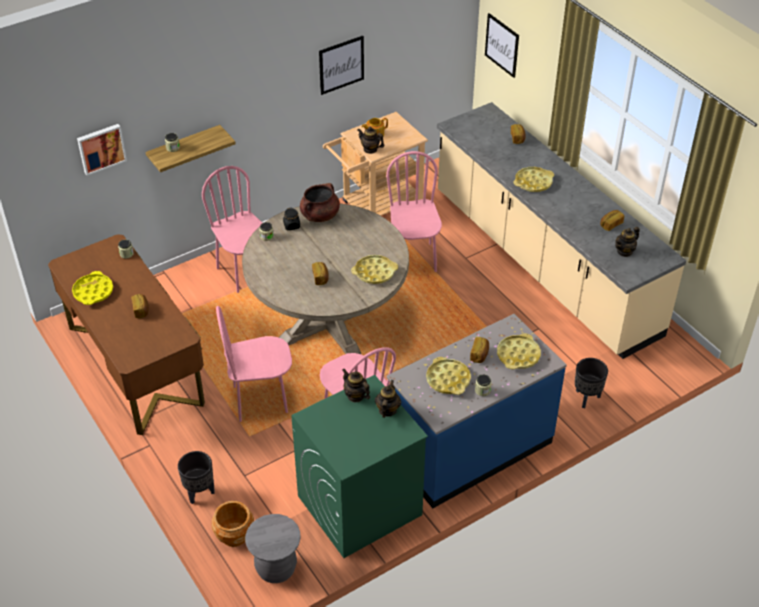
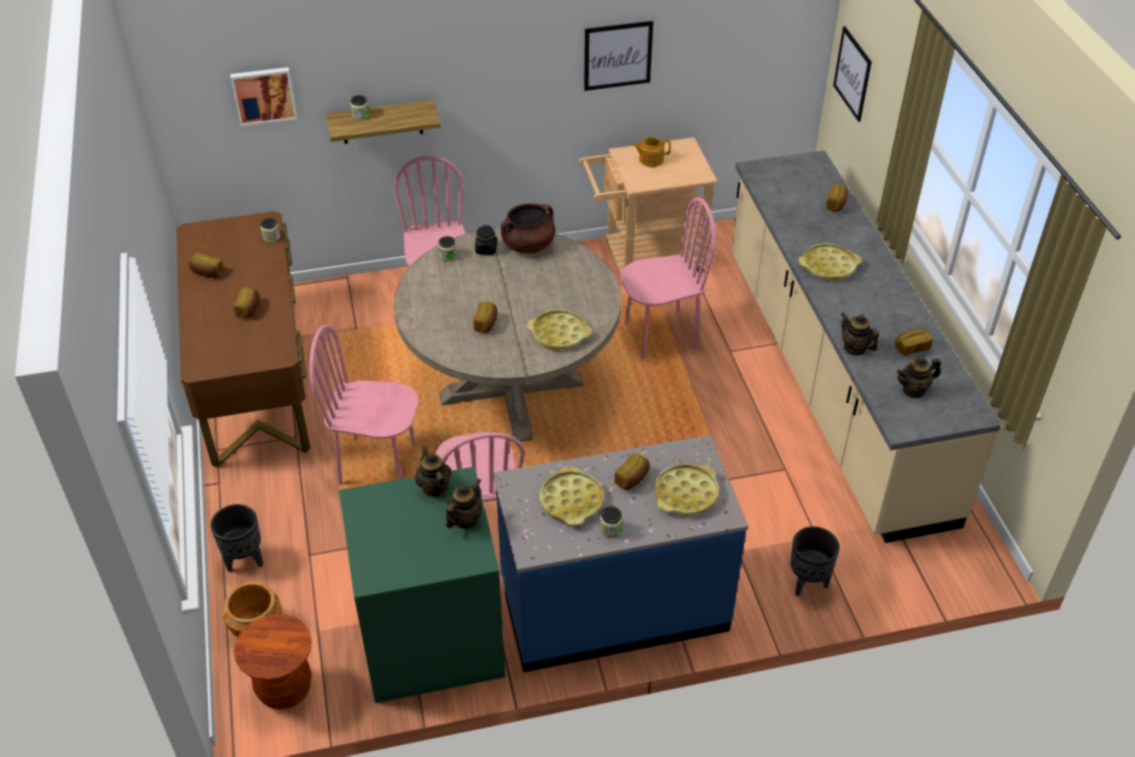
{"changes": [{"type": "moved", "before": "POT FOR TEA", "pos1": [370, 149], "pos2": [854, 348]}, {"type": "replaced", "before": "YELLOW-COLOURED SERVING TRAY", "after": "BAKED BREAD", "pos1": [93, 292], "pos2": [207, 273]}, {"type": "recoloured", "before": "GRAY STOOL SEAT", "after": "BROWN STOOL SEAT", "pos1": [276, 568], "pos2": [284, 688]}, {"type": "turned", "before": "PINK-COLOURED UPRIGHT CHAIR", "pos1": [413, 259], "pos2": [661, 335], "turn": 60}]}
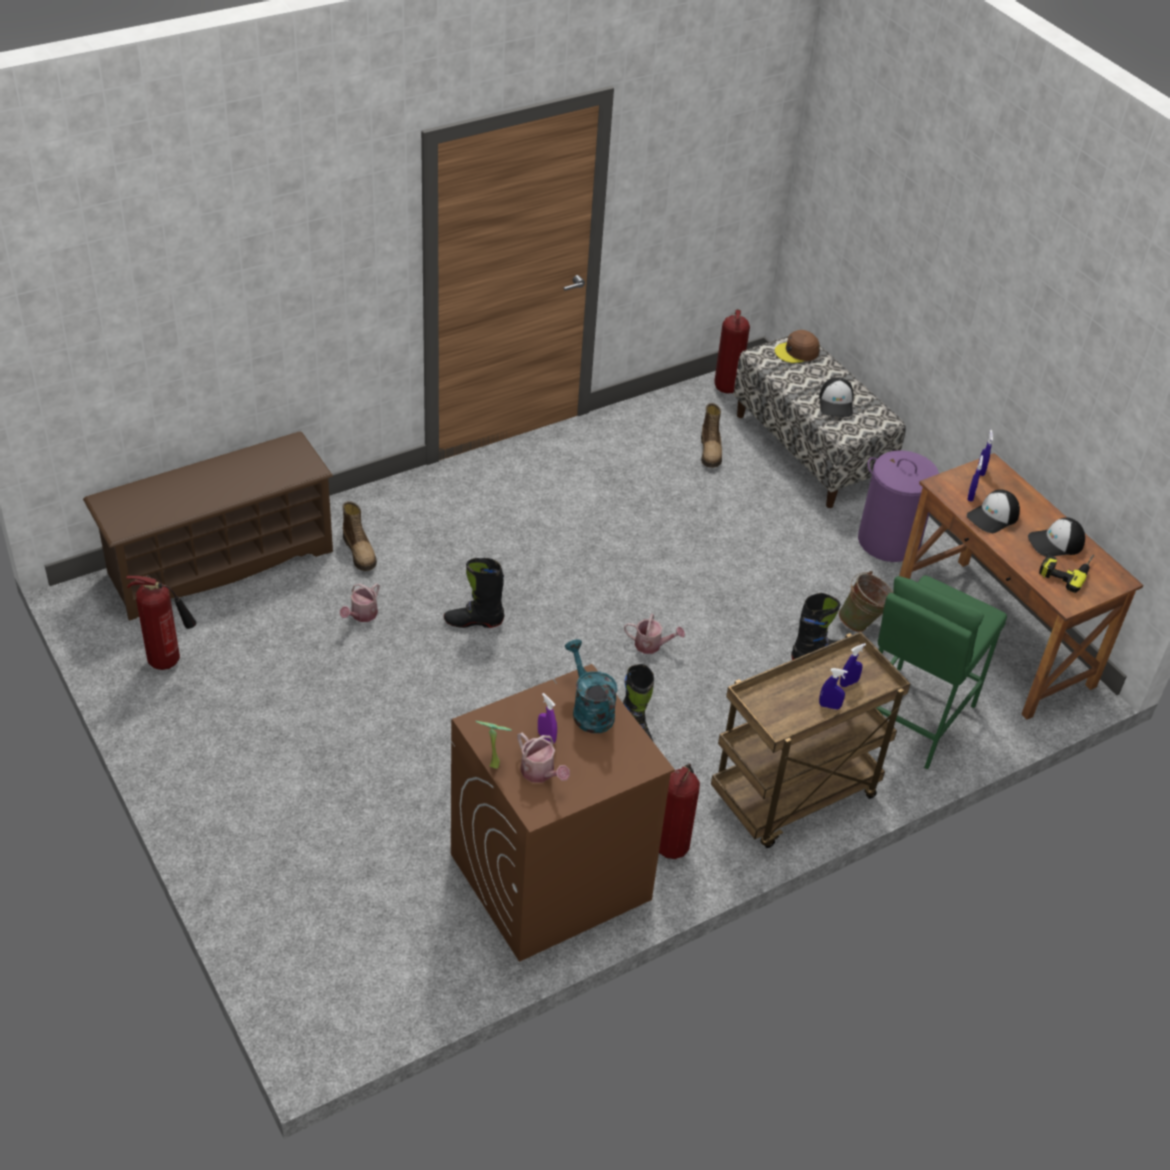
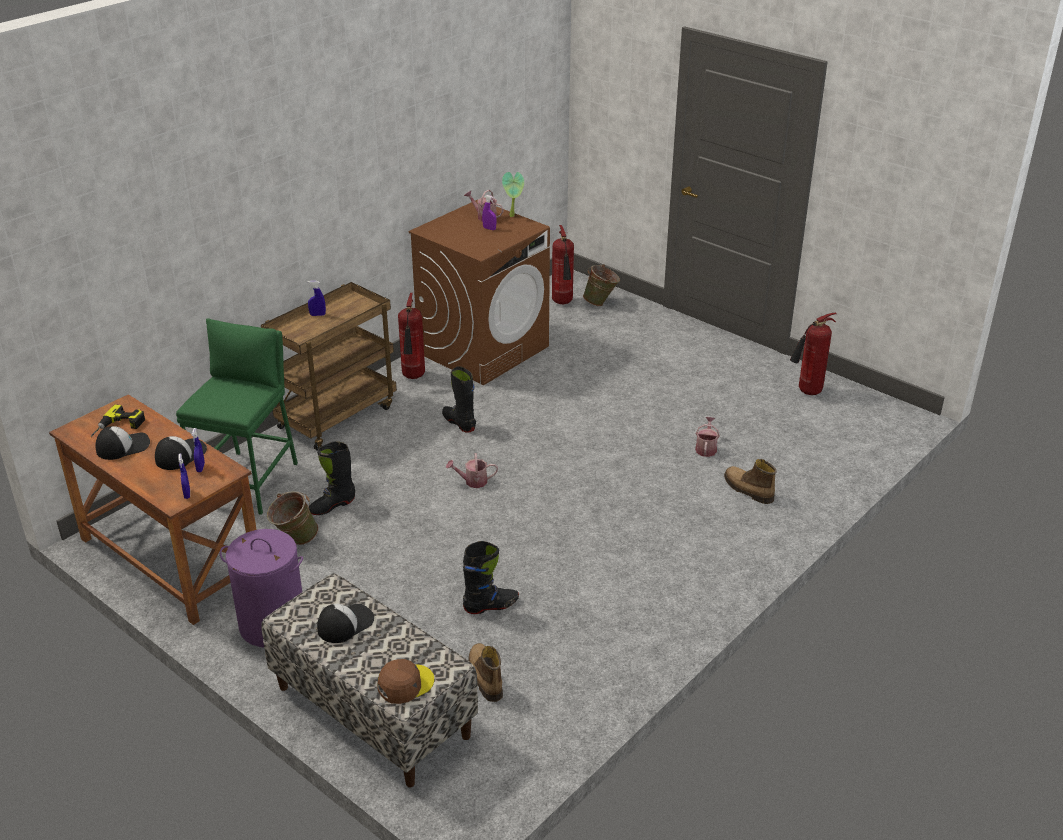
{"changes": [{"type": "removed", "before": "BROWN SHOE STAND", "pos1": [220, 562]}, {"type": "removed", "before": "TURQUOISE WATERING POT", "pos1": [589, 710]}, {"type": "removed", "before": "BLUE SPRAY BOTTLE", "pos1": [848, 683]}, {"type": "added", "after": "GREEN-COLOURED PAIL", "pos2": [601, 303]}, {"type": "moved", "before": "BLACK-COLOURED TALL BOOT", "pos1": [474, 621], "pos2": [491, 606]}, {"type": "moved", "before": "FIRE EXTINGUISHER", "pos1": [726, 386], "pos2": [563, 303]}, {"type": "turned", "before": "PEAKED CAP", "pos1": [836, 403], "pos2": [345, 624], "turn": 60}]}
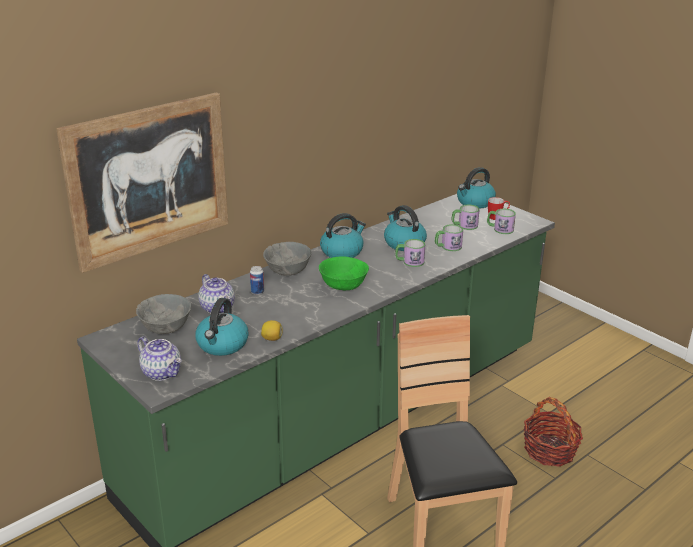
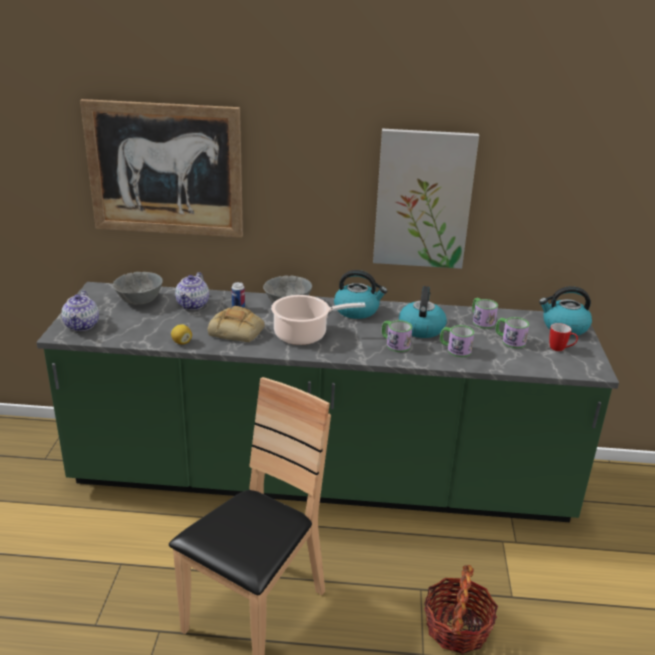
{"changes": [{"type": "removed", "before": "WATER KETTLE", "pos1": [222, 345]}, {"type": "added", "after": "BAKED BREAD", "pos2": [238, 330]}, {"type": "added", "after": "WALL ART", "pos2": [423, 199]}, {"type": "moved", "before": "MUG", "pos1": [500, 229], "pos2": [481, 321]}, {"type": "replaced", "before": "GREEN-COLOURED DEEP DISH", "after": "SAUCEPOT", "pos1": [343, 286], "pos2": [304, 334]}]}
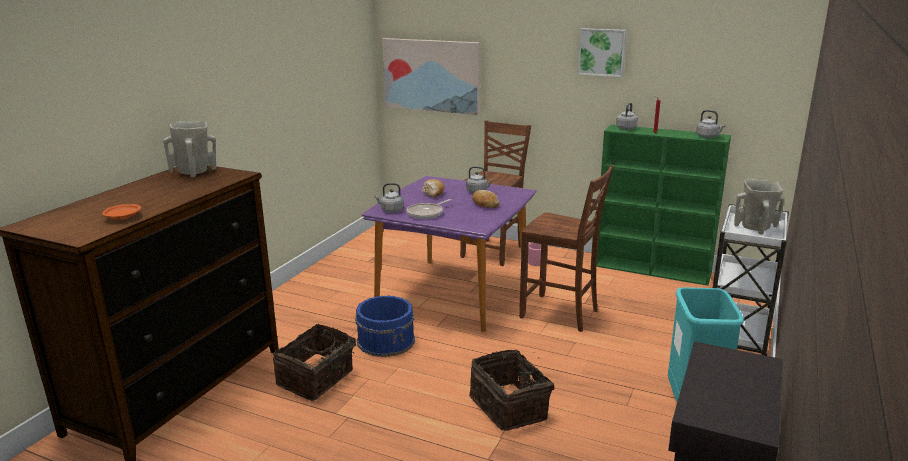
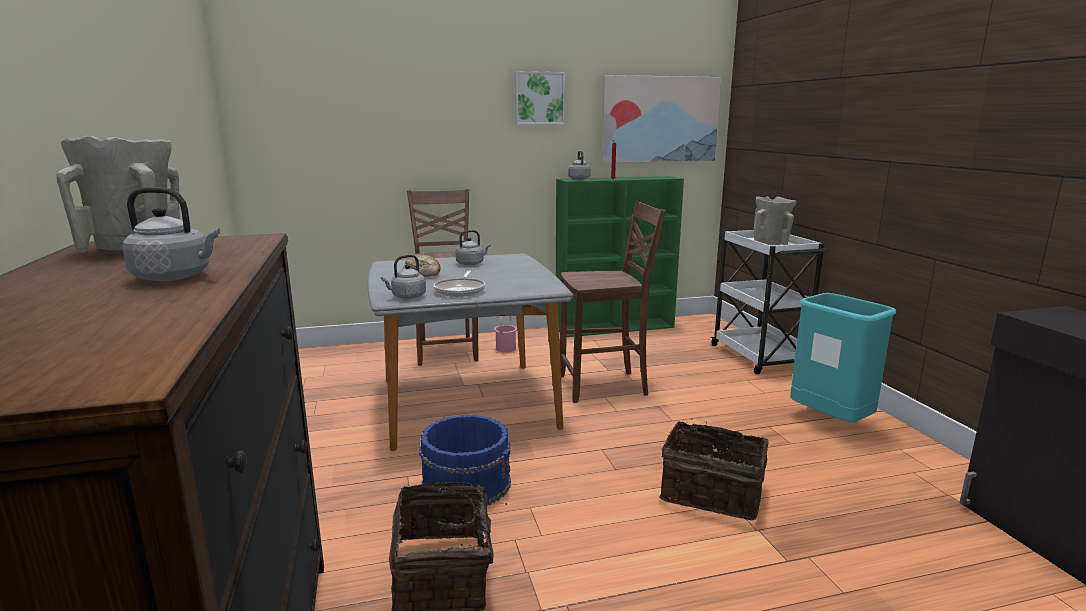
{"changes": [{"type": "removed", "before": "ORANGE-COLOURED DINNER PLATE", "pos1": [123, 217]}, {"type": "removed", "before": "BAKED BREAD", "pos1": [484, 204]}, {"type": "moved", "before": "WALL ART", "pos1": [431, 75], "pos2": [659, 119]}, {"type": "moved", "before": "GRAY WATER KETTLE", "pos1": [708, 137], "pos2": [176, 277]}, {"type": "recoloured", "before": "PURPLISH DINNER TABLE", "after": "GRAY DINNER TABLE", "pos1": [454, 293], "pos2": [467, 402]}]}
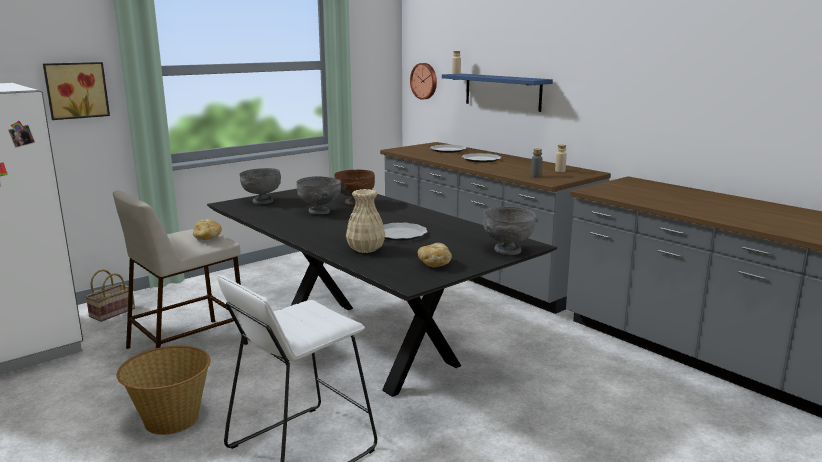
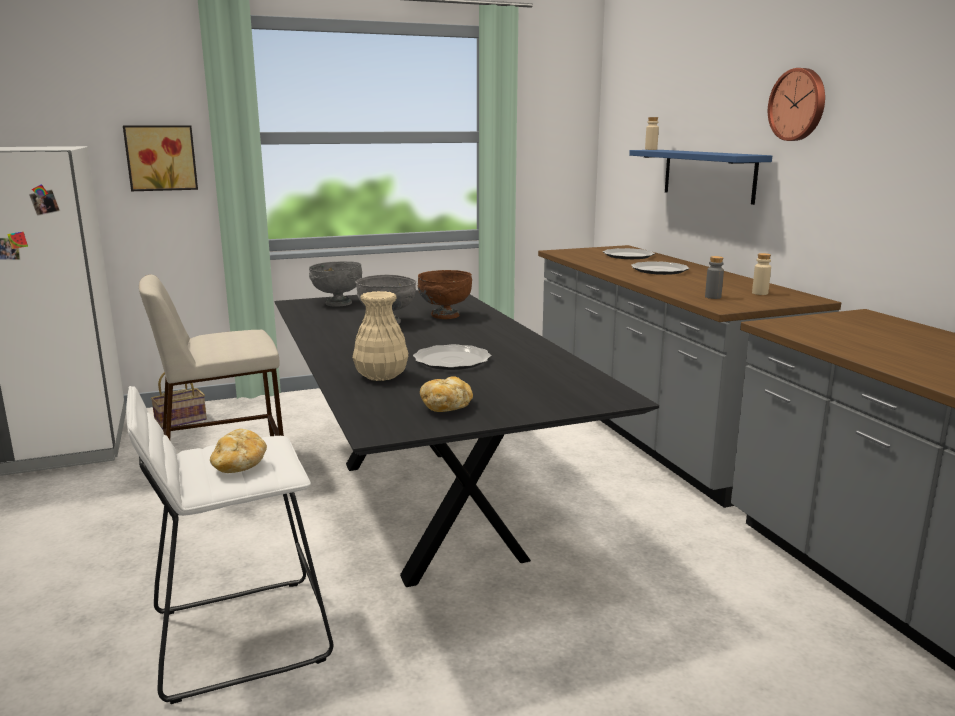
{"changes": [{"type": "removed", "before": "BASKET", "pos1": [171, 420]}, {"type": "removed", "before": "GRAY DEEP DISH", "pos1": [507, 251]}, {"type": "moved", "before": "BAKED BREAD", "pos1": [207, 238], "pos2": [239, 466]}, {"type": "moved", "before": "HANGING CLOCK", "pos1": [424, 81], "pos2": [798, 104]}]}
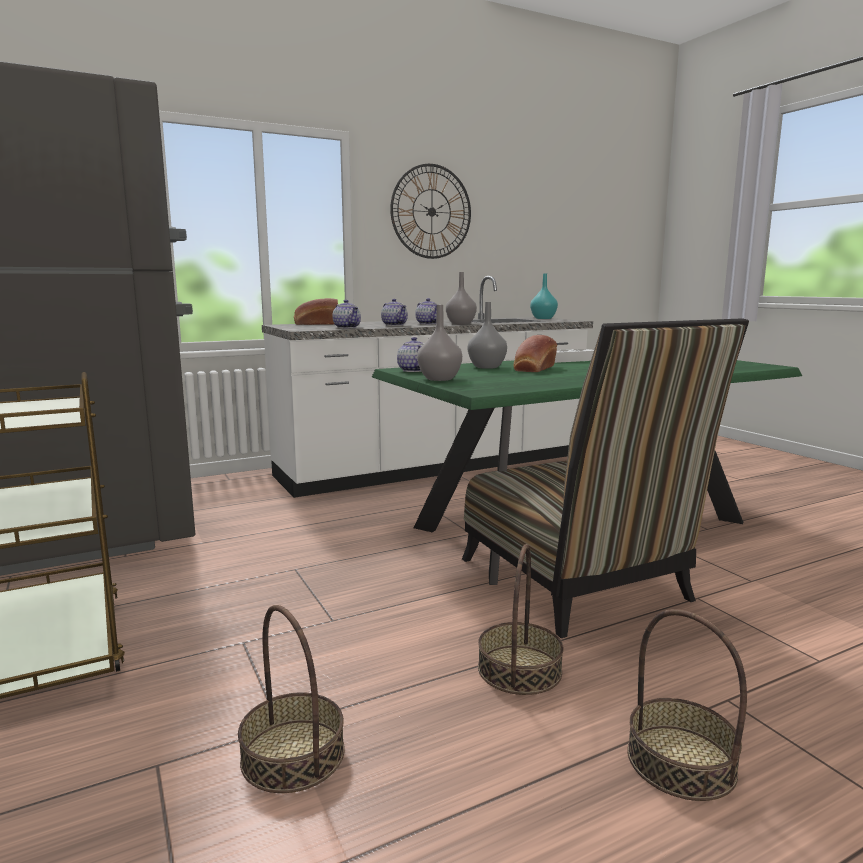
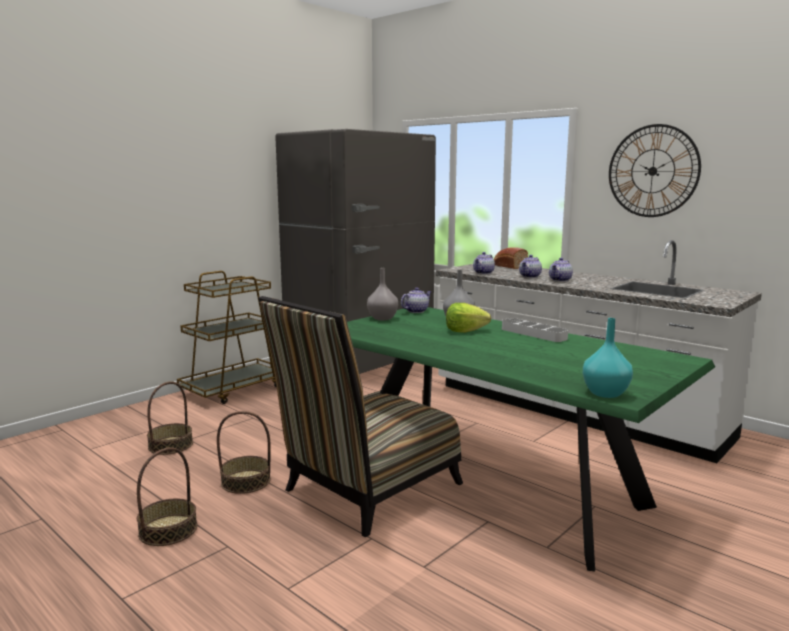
{"changes": [{"type": "removed", "before": "GRAY DECORATIVE VASE", "pos1": [461, 323]}, {"type": "moved", "before": "TURQUOISE DECORATIVE VASE", "pos1": [542, 318], "pos2": [605, 393]}, {"type": "replaced", "before": "BAKED BREAD", "after": "LETTUCE HEAD", "pos1": [533, 369], "pos2": [465, 331]}]}
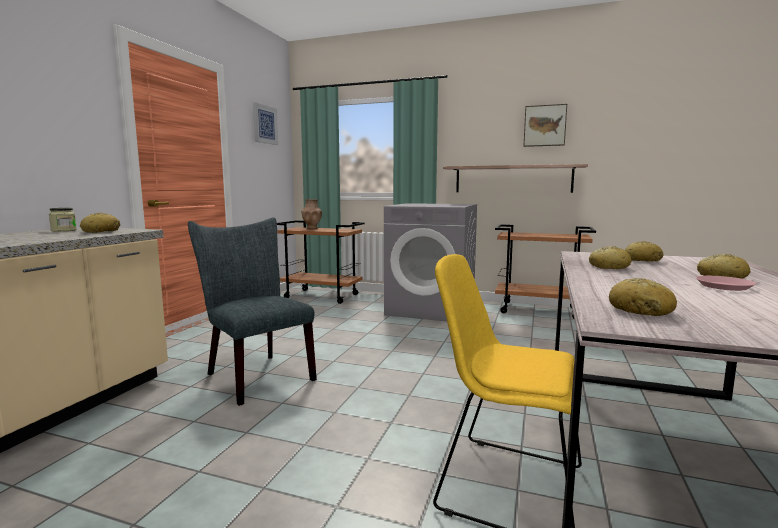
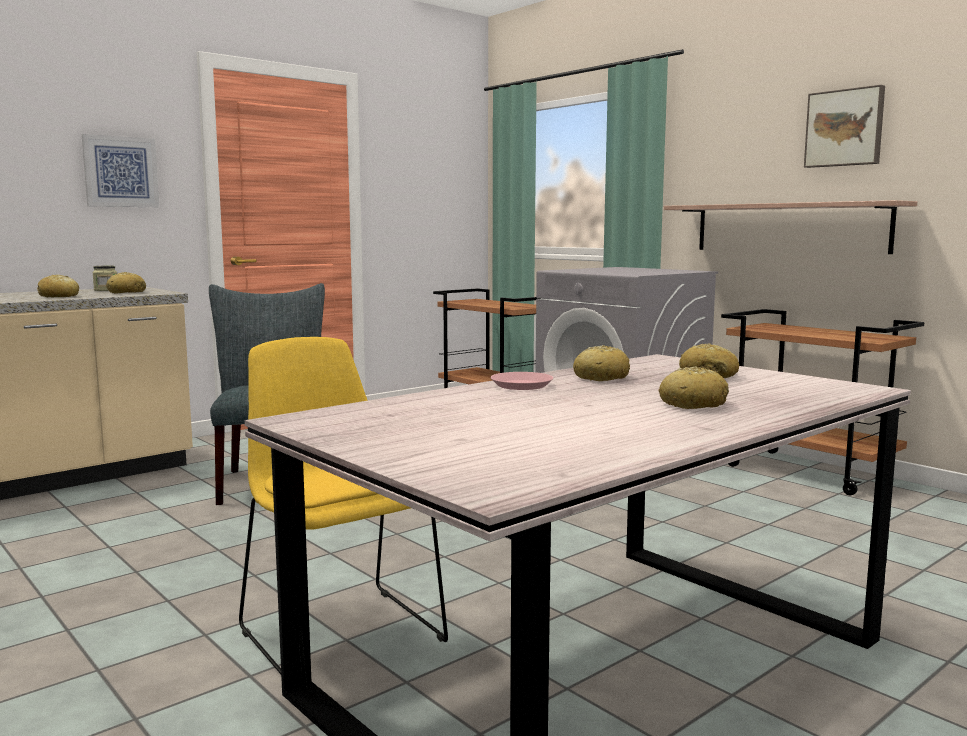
{"changes": [{"type": "removed", "before": "BROWN DECORATIVE VASE", "pos1": [312, 228]}, {"type": "moved", "before": "WALL ART", "pos1": [265, 124], "pos2": [120, 172]}, {"type": "moved", "before": "BAKED BREAD", "pos1": [641, 310], "pos2": [59, 296]}, {"type": "moved", "before": "PINK-COLOURED DINNER PLATE", "pos1": [724, 286], "pos2": [521, 385]}]}
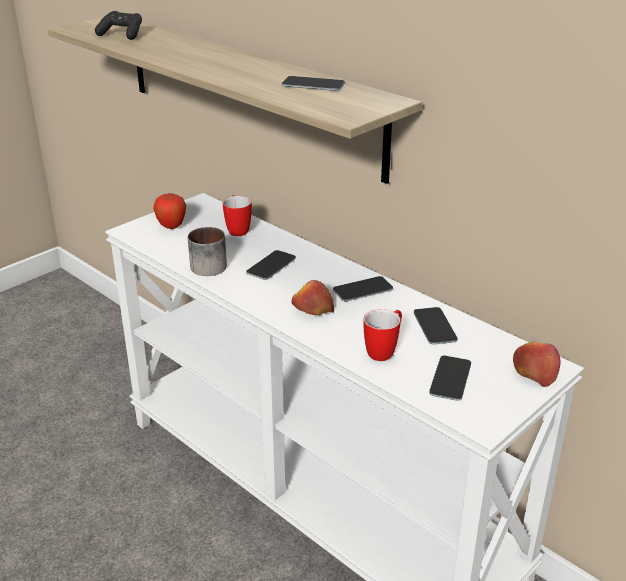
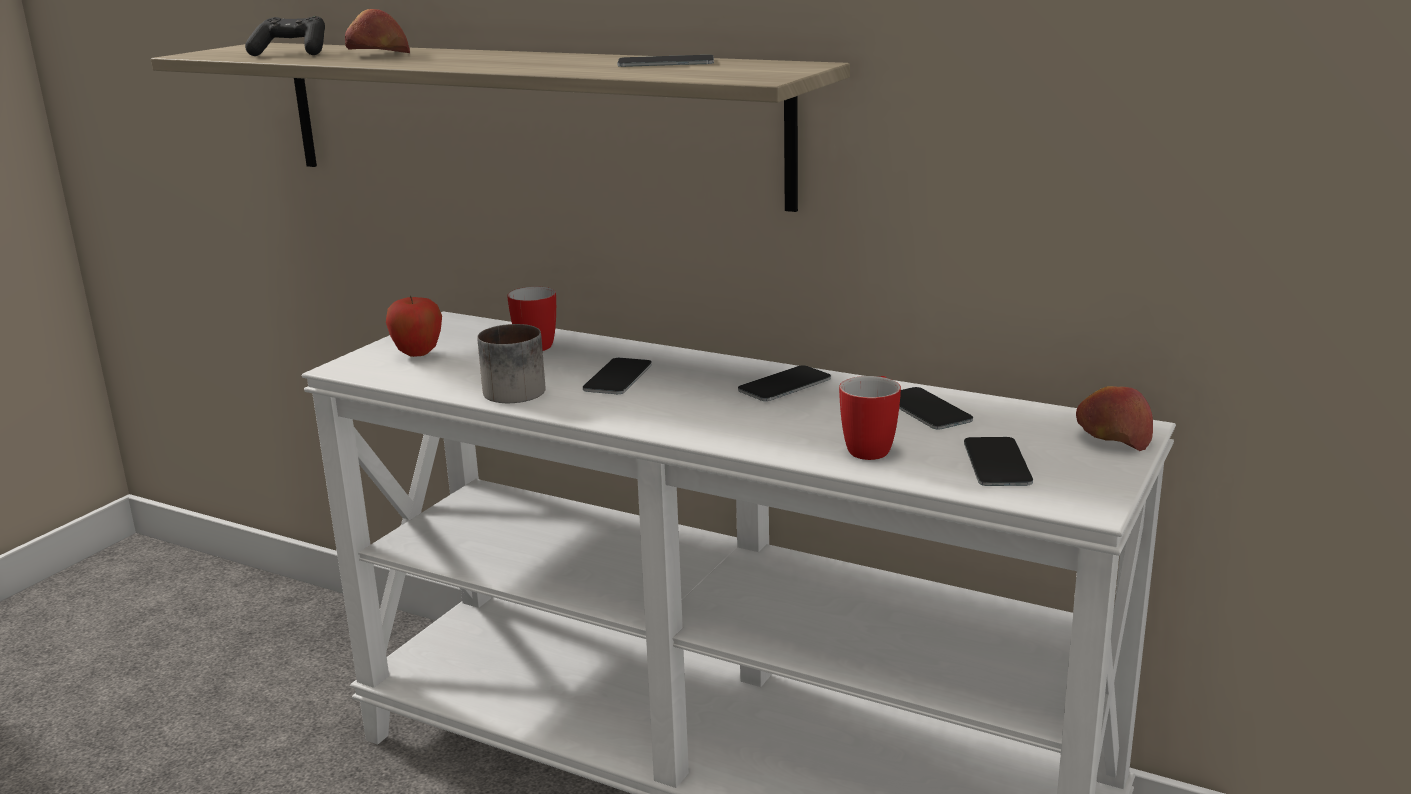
{"changes": [{"type": "moved", "before": "WHOLE APPLE", "pos1": [312, 309], "pos2": [378, 54]}]}
